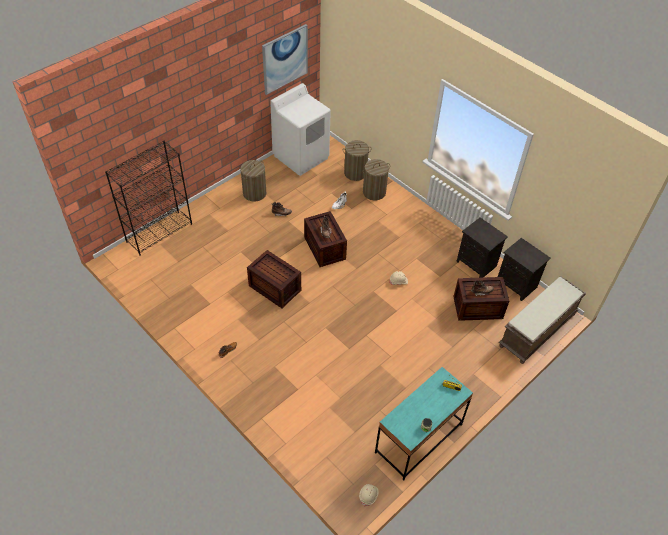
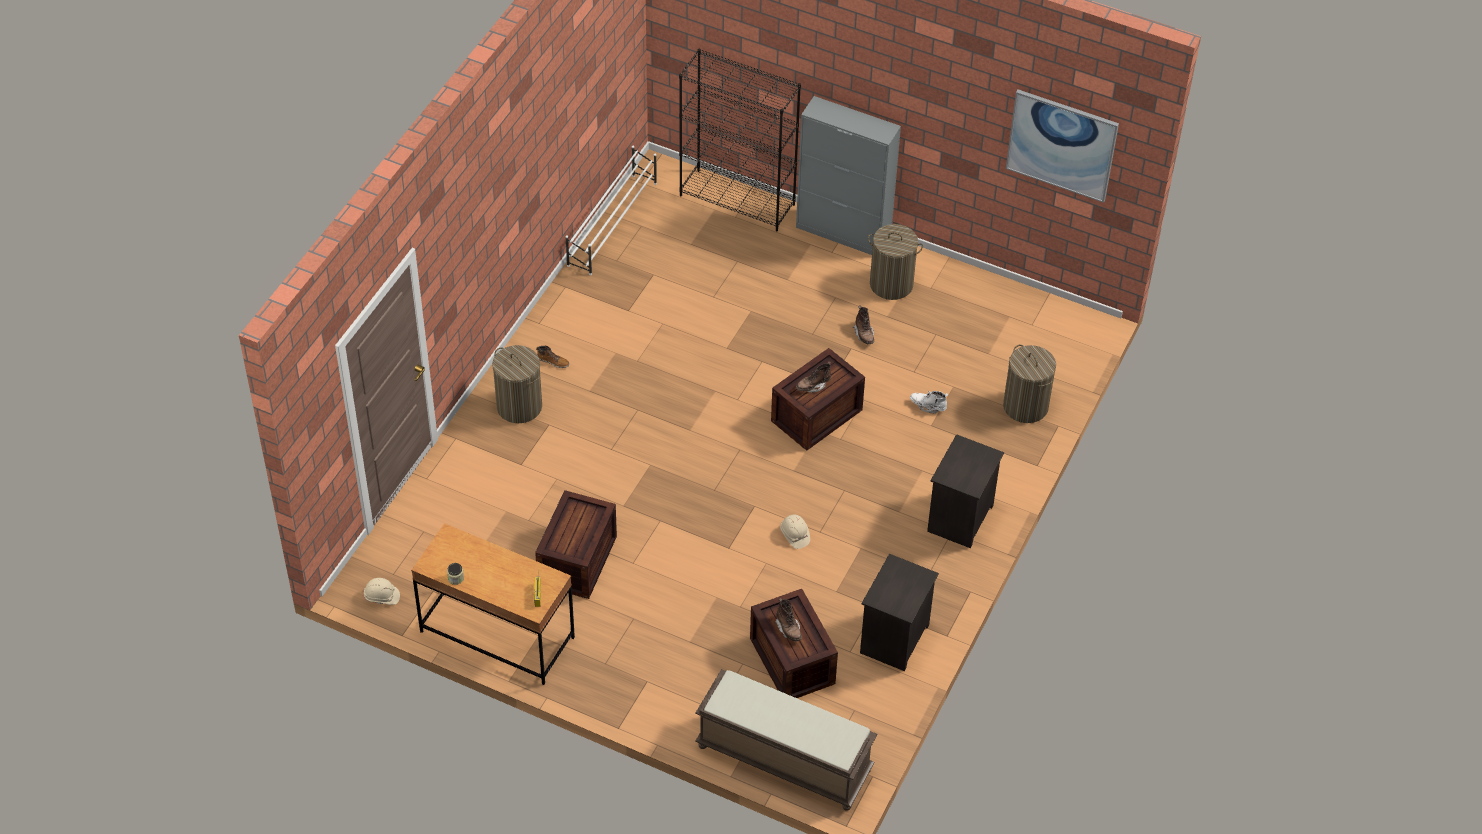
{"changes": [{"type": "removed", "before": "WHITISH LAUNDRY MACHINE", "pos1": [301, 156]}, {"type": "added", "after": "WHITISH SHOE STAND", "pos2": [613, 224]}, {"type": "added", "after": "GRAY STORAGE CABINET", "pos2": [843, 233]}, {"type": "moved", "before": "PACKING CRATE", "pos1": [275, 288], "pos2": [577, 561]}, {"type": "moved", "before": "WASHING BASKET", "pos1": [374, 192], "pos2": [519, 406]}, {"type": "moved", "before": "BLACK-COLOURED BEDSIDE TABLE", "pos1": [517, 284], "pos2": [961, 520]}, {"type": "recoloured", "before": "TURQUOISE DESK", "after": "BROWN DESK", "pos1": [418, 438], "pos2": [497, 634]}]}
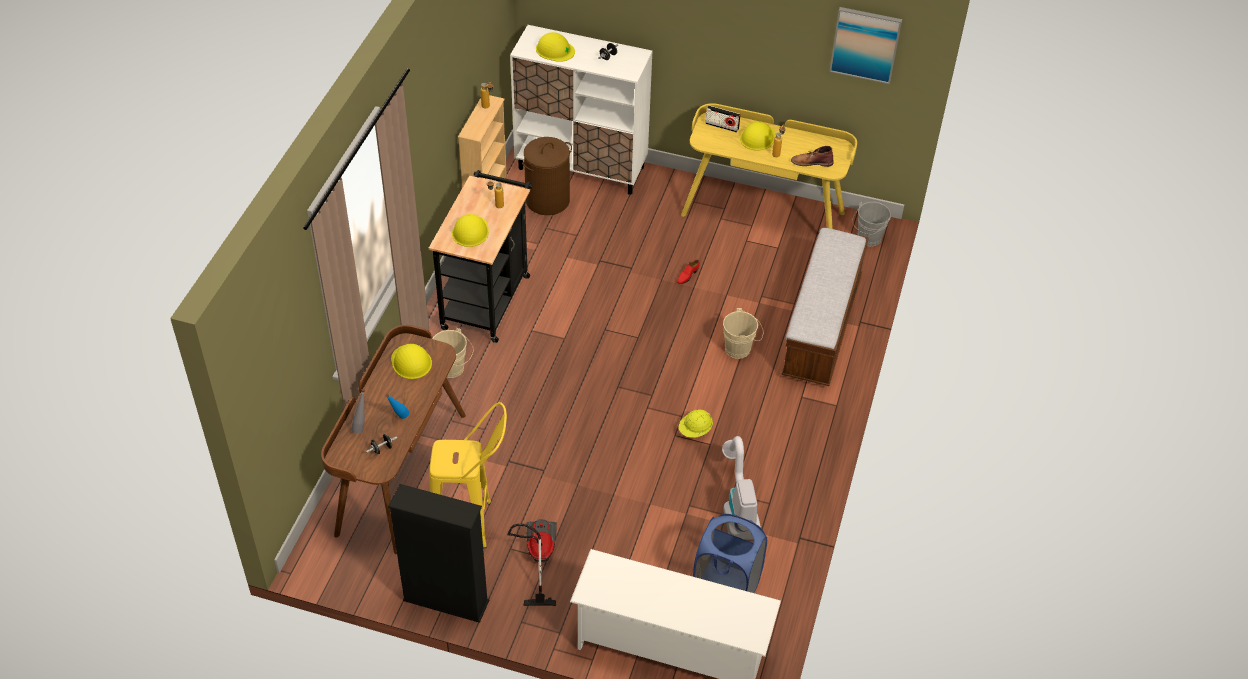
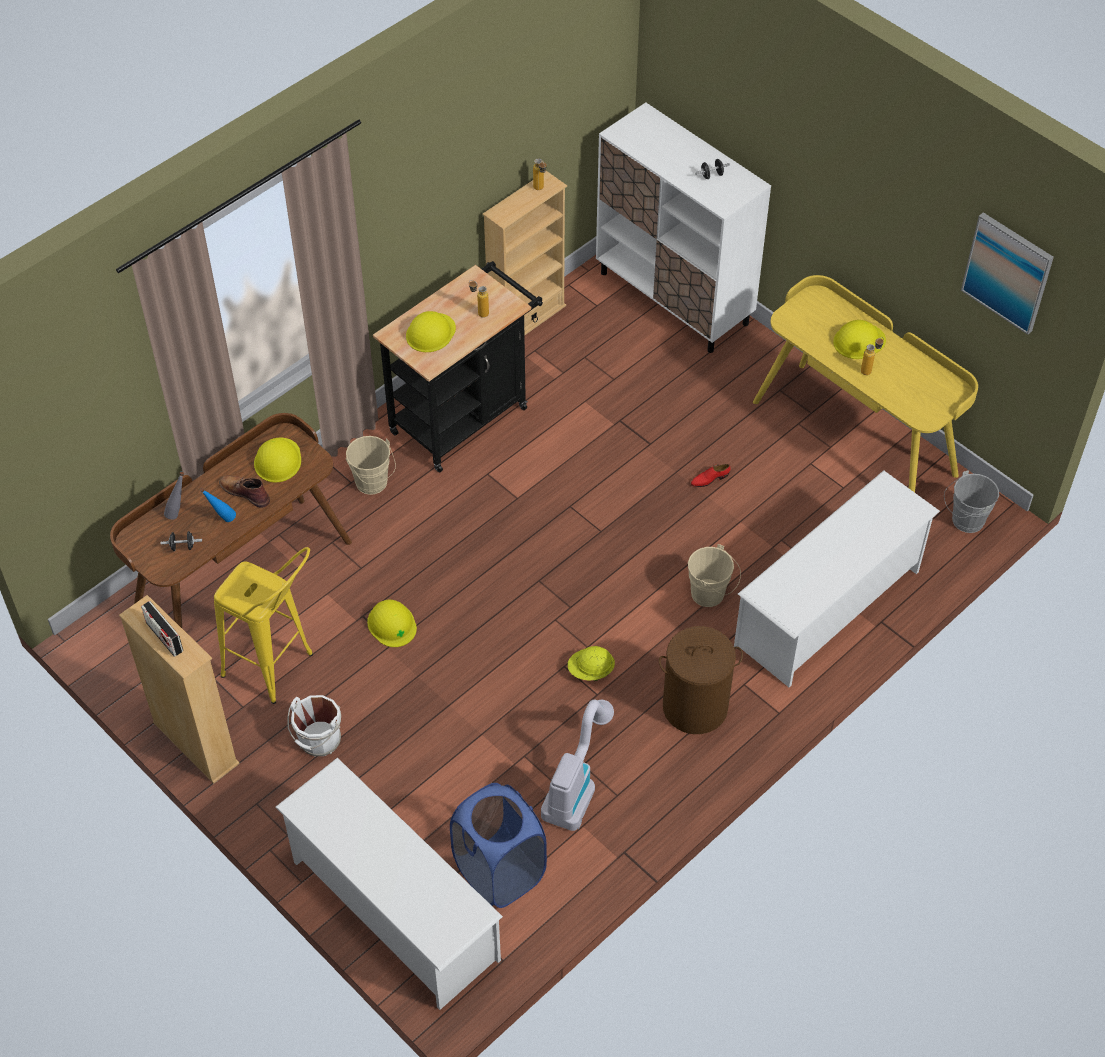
{"changes": [{"type": "moved", "before": "BROWN WASHING BASKET", "pos1": [547, 201], "pos2": [694, 707]}, {"type": "moved", "before": "YELLOW-COLOURED HARD HAT", "pos1": [555, 50], "pos2": [392, 624]}, {"type": "moved", "before": "RADIO", "pos1": [722, 126], "pos2": [164, 637]}, {"type": "moved", "before": "BROWN TALL BOOT", "pos1": [811, 162], "pos2": [244, 492]}, {"type": "replaced", "before": "VACUUM CLEANER", "after": "WHITISH PAIL", "pos1": [537, 559], "pos2": [319, 741]}, {"type": "replaced", "before": "INDOOR BENCH", "after": "WHITISH SHOE STAND", "pos1": [821, 327], "pos2": [828, 608]}, {"type": "recoloured", "before": "BLACK-COLOURED BOOKSHELF", "after": "BEIGE-COLOURED BOOKSHELF", "pos1": [446, 601], "pos2": [195, 743]}]}
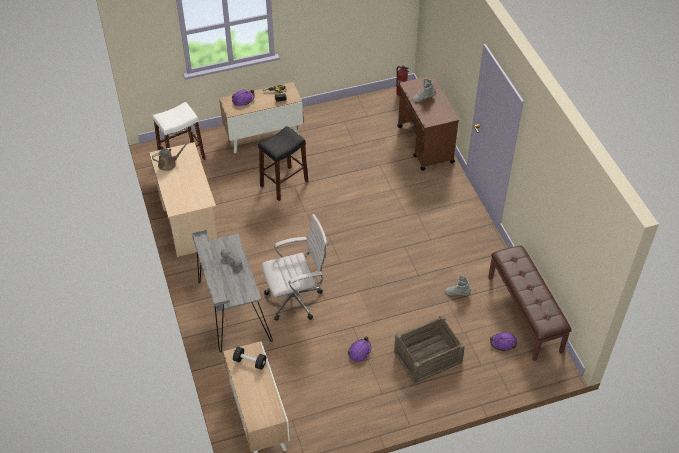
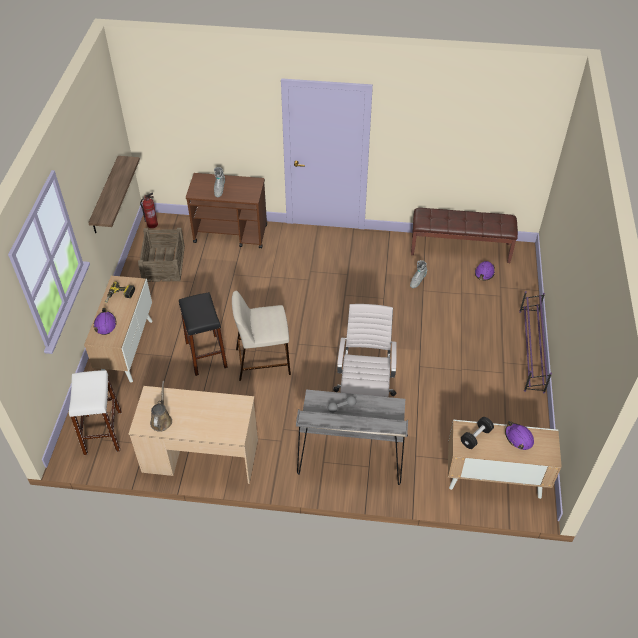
{"changes": [{"type": "added", "after": "BRACKET SHELF", "pos2": [105, 195]}, {"type": "added", "after": "BEIGE-COLOURED STOOL SEAT", "pos2": [263, 361]}, {"type": "added", "after": "PURPLISH SHOE STAND", "pos2": [531, 351]}, {"type": "moved", "before": "PURPLISH HARD HAT", "pos1": [359, 351], "pos2": [518, 438]}, {"type": "moved", "before": "PACKING CRATE", "pos1": [428, 357], "pos2": [164, 263]}]}
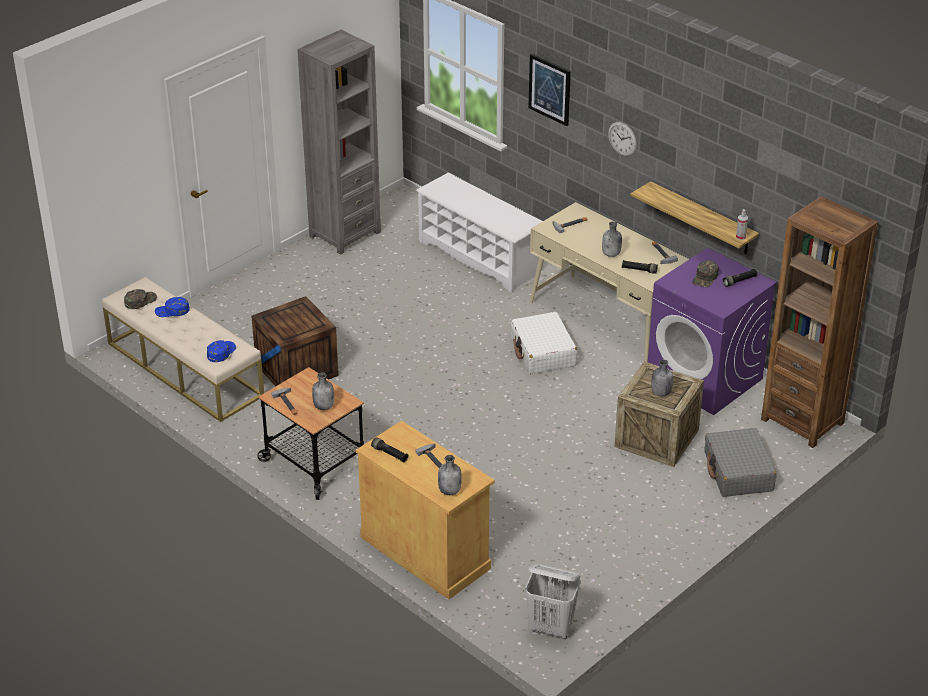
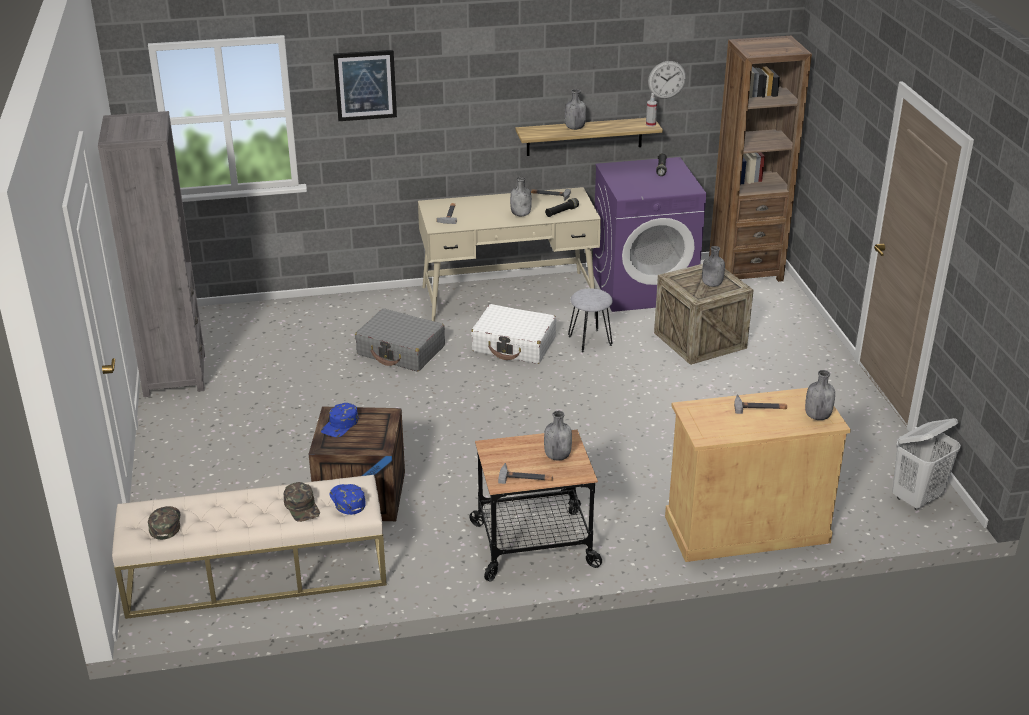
{"changes": [{"type": "removed", "before": "BLACK-COLOURED TORCH", "pos1": [390, 454]}, {"type": "removed", "before": "WHITISH SHOE STAND", "pos1": [479, 257]}, {"type": "added", "after": "GRAY DRINK BOTTLE", "pos2": [574, 128]}, {"type": "added", "after": "GRAY STOOL SEAT", "pos2": [589, 341]}, {"type": "moved", "before": "BLUE PEAKED CAP", "pos1": [172, 311], "pos2": [340, 425]}, {"type": "moved", "before": "HANGING CLOCK", "pos1": [622, 139], "pos2": [666, 79]}, {"type": "moved", "before": "GREEN-COLOURED PEAKED CAP", "pos1": [705, 278], "pos2": [302, 507]}, {"type": "moved", "before": "GRAY SUITCASE", "pos1": [738, 472], "pos2": [401, 351]}]}
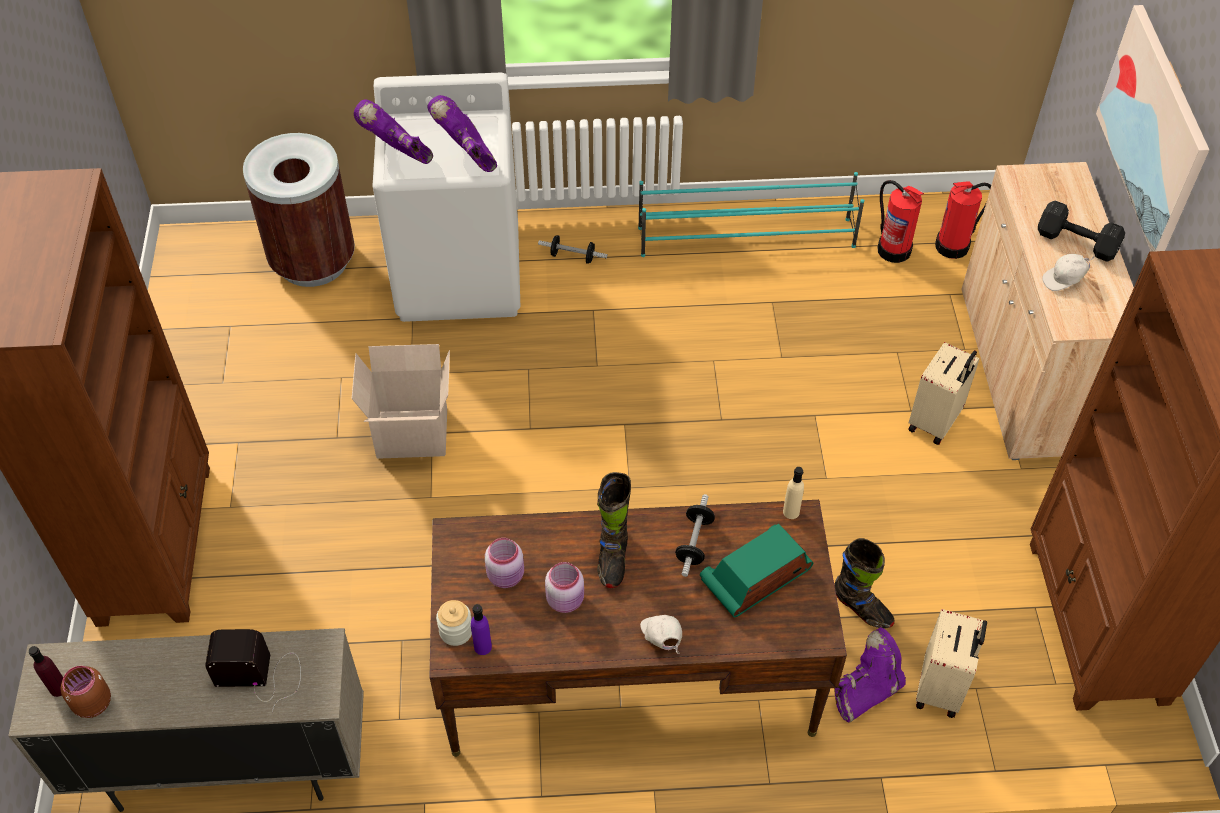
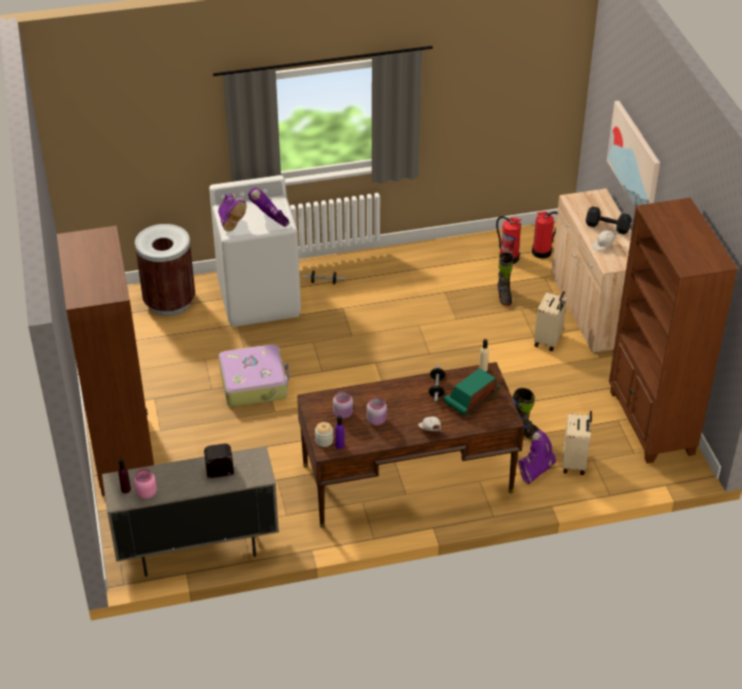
{"changes": [{"type": "removed", "before": "TURQUOISE SHOE STAND", "pos1": [747, 237]}, {"type": "moved", "before": "BLACK-COLOURED TALL BOOT", "pos1": [612, 557], "pos2": [504, 296]}, {"type": "replaced", "before": "CARTON", "after": "SUITCASE", "pos1": [410, 436], "pos2": [254, 383]}, {"type": "recoloured", "before": "BROWN JAR", "after": "PINK-COLOURED JAR", "pos1": [92, 703], "pos2": [146, 493]}, {"type": "turned", "before": "PURPLISH TALL BOOT", "pos1": [397, 153], "pos2": [231, 223], "turn": -135}]}
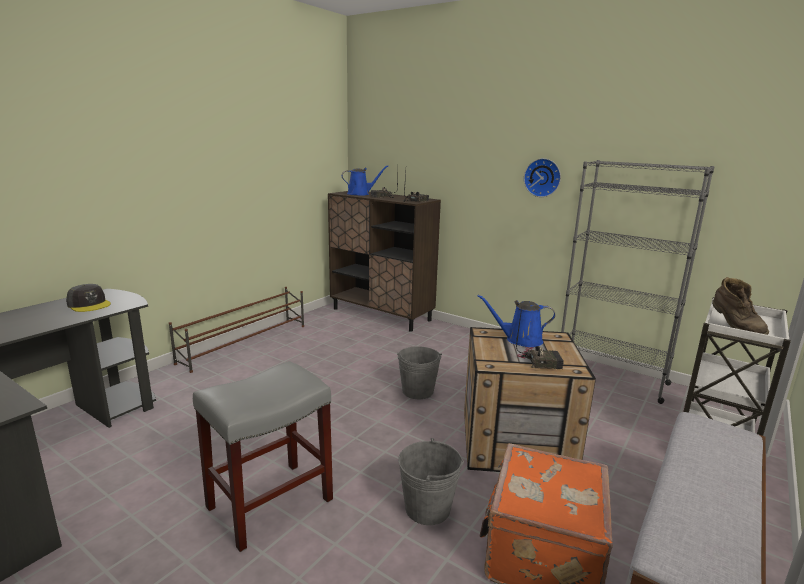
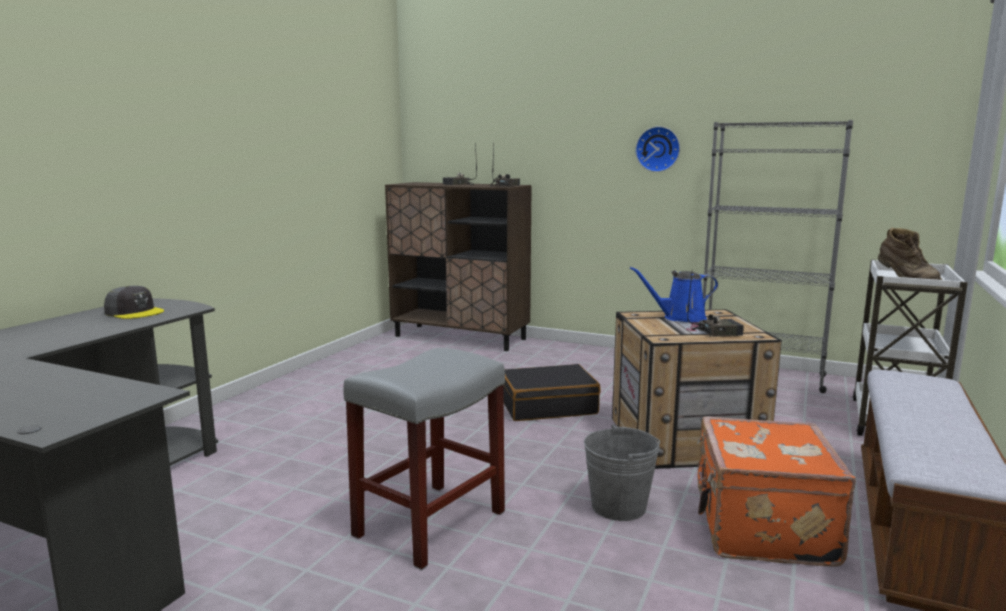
{"changes": [{"type": "removed", "before": "BROWN SHOE STAND", "pos1": [246, 343]}, {"type": "removed", "before": "BLUE WATERING POT", "pos1": [360, 194]}, {"type": "replaced", "before": "GRAY PAIL", "after": "BLACK-COLOURED SUITCASE", "pos1": [417, 391], "pos2": [547, 406]}]}
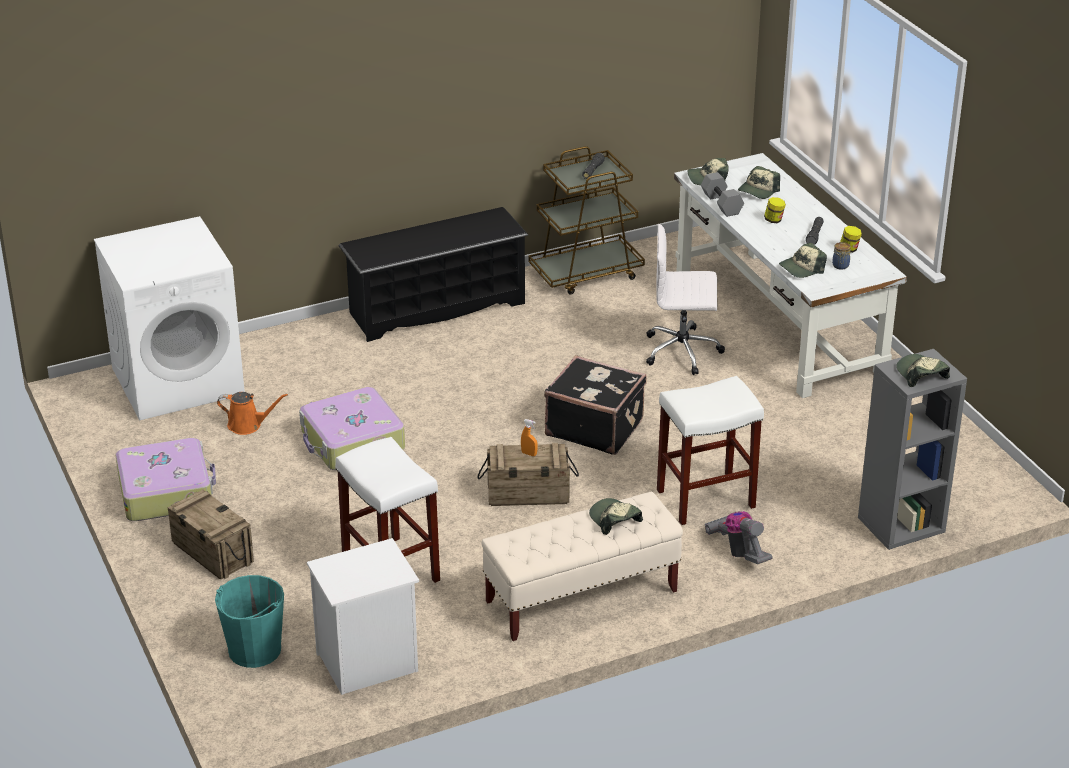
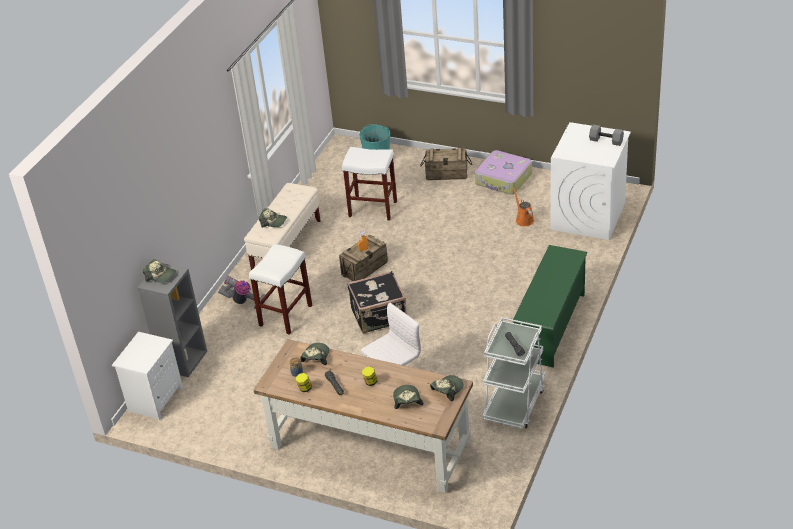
{"changes": [{"type": "removed", "before": "SUITCASE", "pos1": [352, 442]}, {"type": "moved", "before": "WHITISH BEDSIDE TABLE", "pos1": [367, 664], "pos2": [155, 399]}, {"type": "moved", "before": "GRAY HAND WEIGHT", "pos1": [722, 204], "pos2": [605, 141]}, {"type": "recoloured", "before": "BLACK-COLOURED SHOE STAND", "after": "GREEN-COLOURED SHOE STAND", "pos1": [436, 308], "pos2": [550, 326]}, {"type": "recoloured", "before": "BROWN TROLLEY", "after": "WHITISH TROLLEY", "pos1": [586, 273], "pos2": [514, 403]}, {"type": "recoloured", "before": "WHITISH DESK", "after": "BROWN DESK", "pos1": [779, 321], "pos2": [369, 445]}, {"type": "turned", "before": "ORANGE-COLOURED WATERING POT", "pos1": [248, 425], "pos2": [523, 219], "turn": 105}]}
